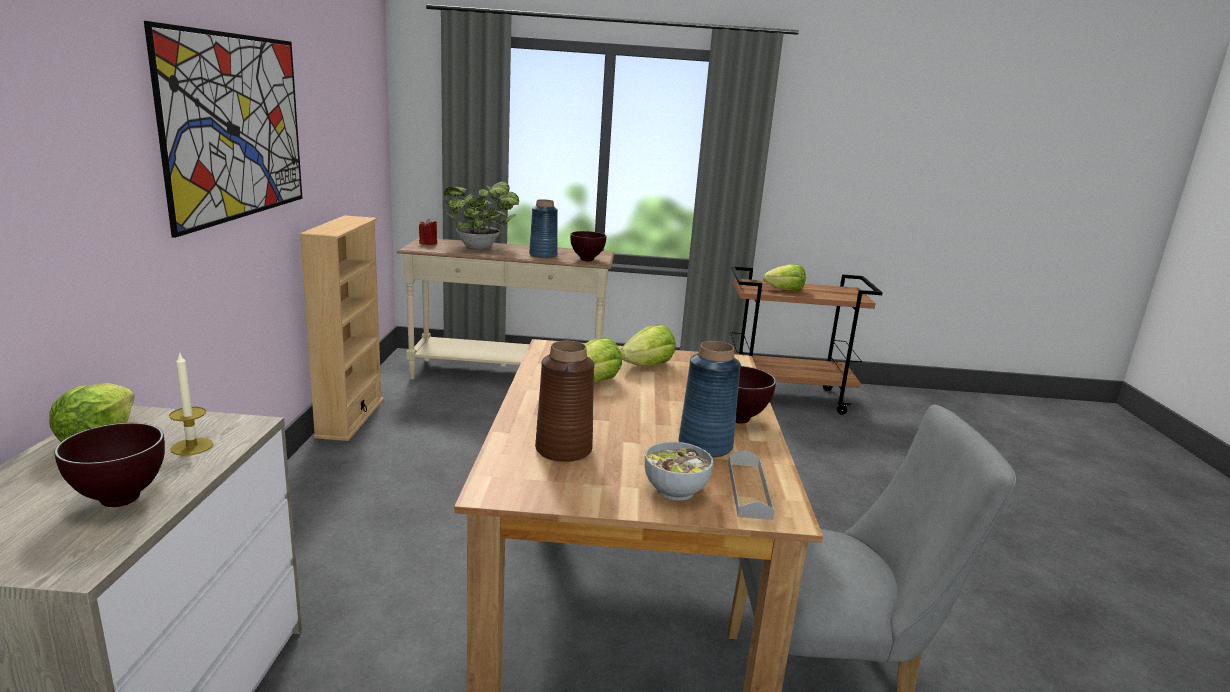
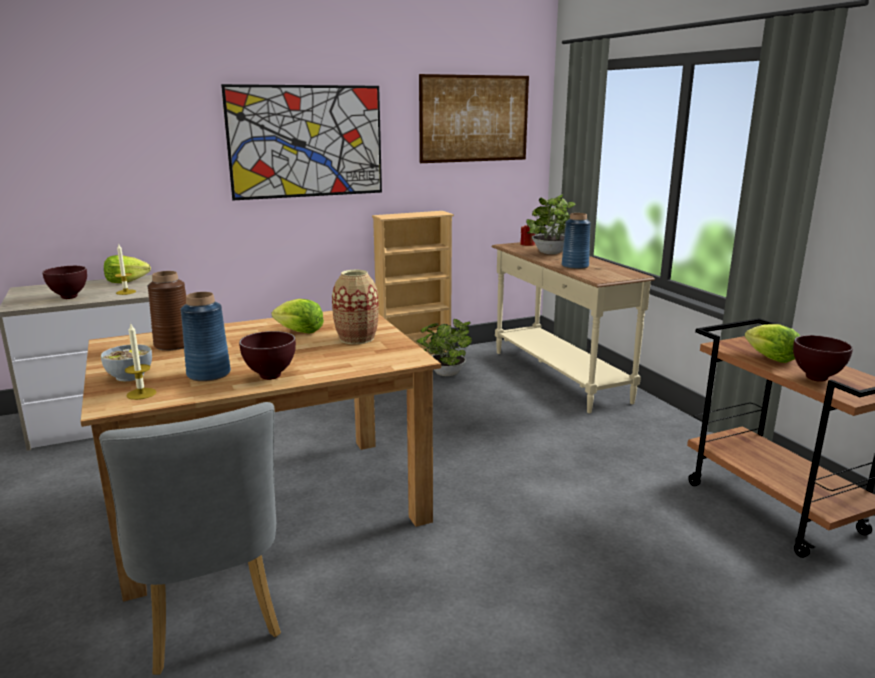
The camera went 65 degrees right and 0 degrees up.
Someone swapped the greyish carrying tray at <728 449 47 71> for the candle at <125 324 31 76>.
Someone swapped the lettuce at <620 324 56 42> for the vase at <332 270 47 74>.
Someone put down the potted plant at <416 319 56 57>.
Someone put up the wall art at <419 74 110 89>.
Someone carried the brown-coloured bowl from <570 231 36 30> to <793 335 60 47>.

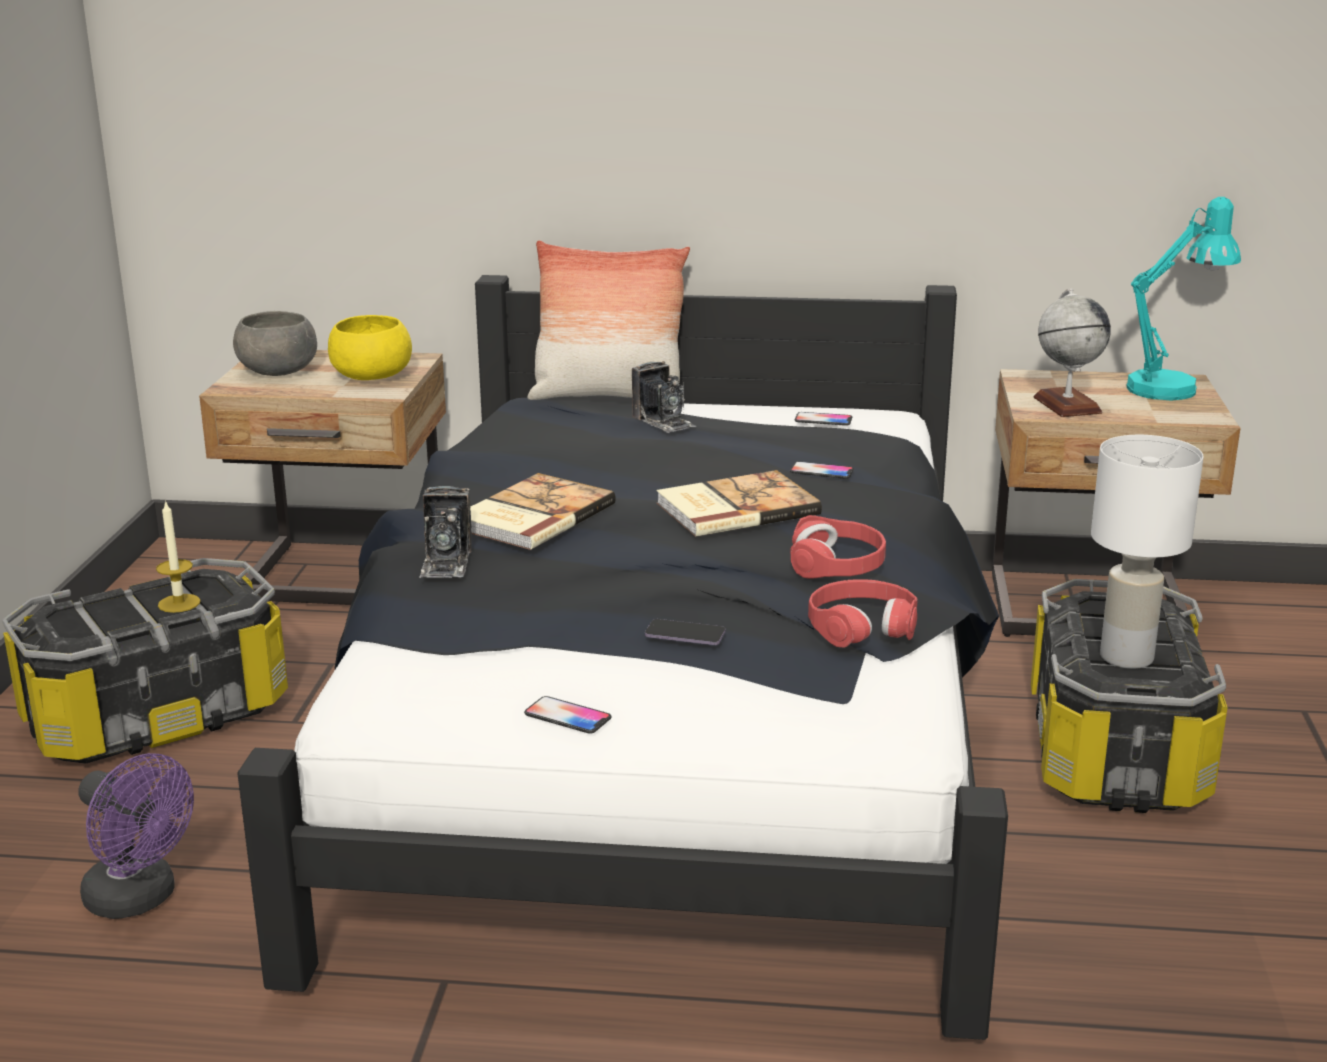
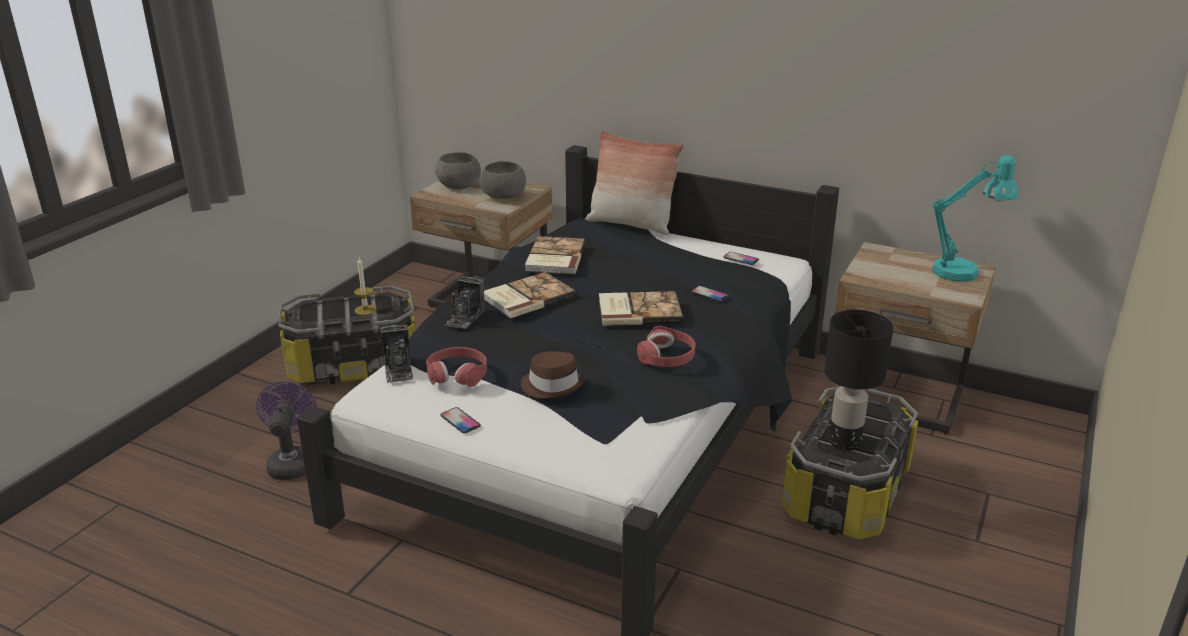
The camera went 20 degrees right and 5 degrees up.
Someone rotated the purple electric fan at <78 753 116 166> by 150 degrees counterclockwise.
Someone carried the still camera from <632 361 64 72> to <380 325 33 58>.
Someone carried the reddish pair of headphones from <808 579 110 68> to <426 347 61 40>.
Someone repainted the yellow bowl at <328 315 84 65>, which became the greyish bowl at <480 161 46 38>.
Someone swapped the telephone at <645 619 80 26> for the brown-coloured wearable hat at <521 351 64 48>.
Someone put down the volume at <525 236 61 38>.
Someone repainted the white-coloured lamp for a table at <1091 435 113 234>, which became the black lamp for a table at <824 310 69 140>.
Someone took away the desk globe at <1033 289 78 128>.

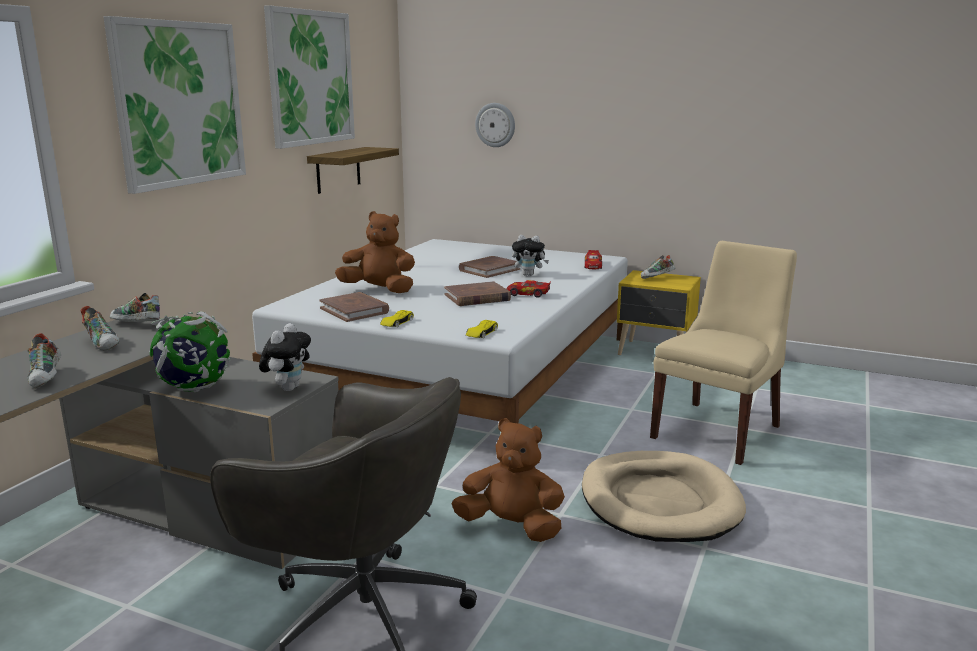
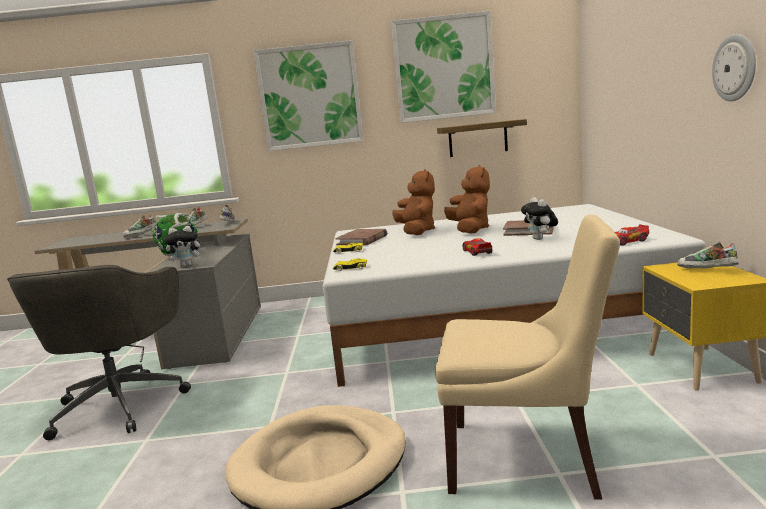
The camera went 65 degrees right and 5 degrees down.
Someone carried the brown-coloured plush toy from <452 418 113 124> to <444 165 46 69>.
Someone carried the clock on the wall from <475 103 40 44> to <712 34 44 67>.
Someone took away the brown-coloured volume at <444 281 67 25>.

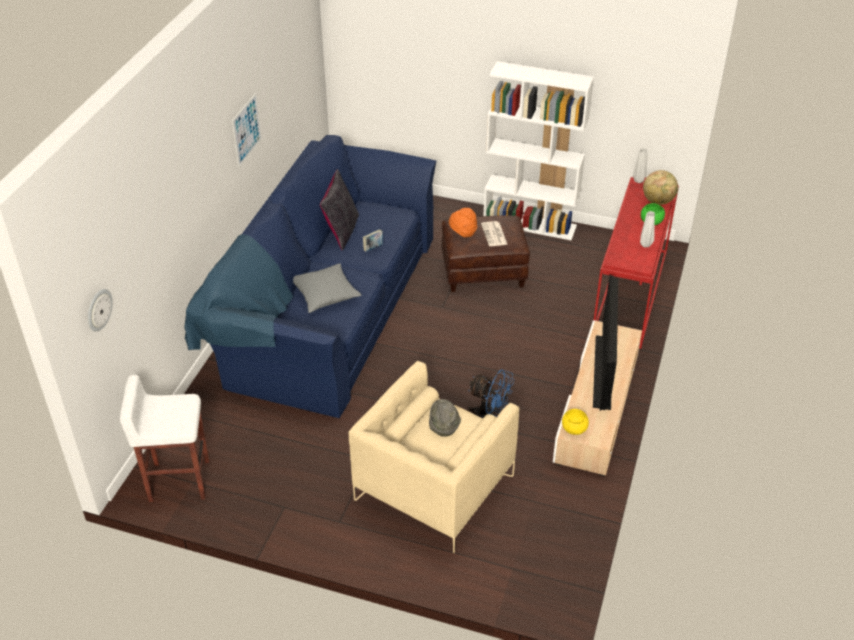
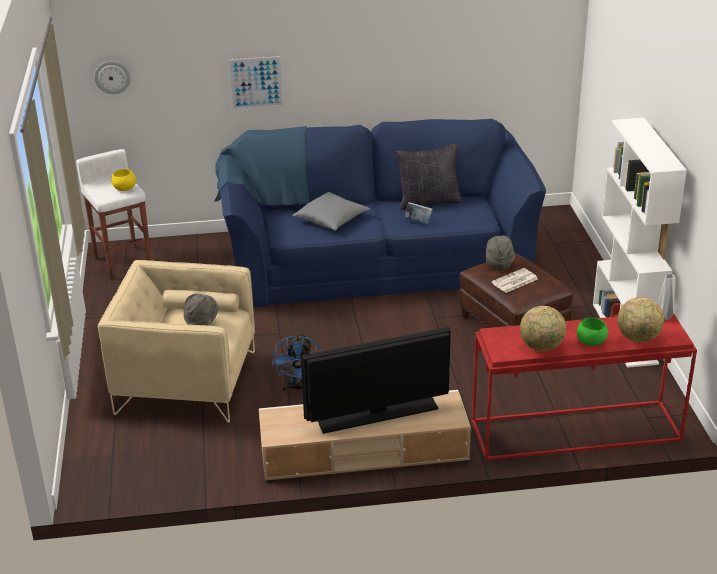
The camera went 65 degrees right and 10 degrees down.
Someone carried the yellow bowl from <562 409 27 26> to <111 169 25 22>.
Someone carried the wall art from <232 93 30 74> to <228 56 56 54>.
Someone repainted the orange-coloured wearable hat at <449 208 28 29>, which became the greyish wearable hat at <486 235 29 35>.
Someone swapped the greyish vase at <640 211 15 36> for the desk globe at <520 306 46 45>.

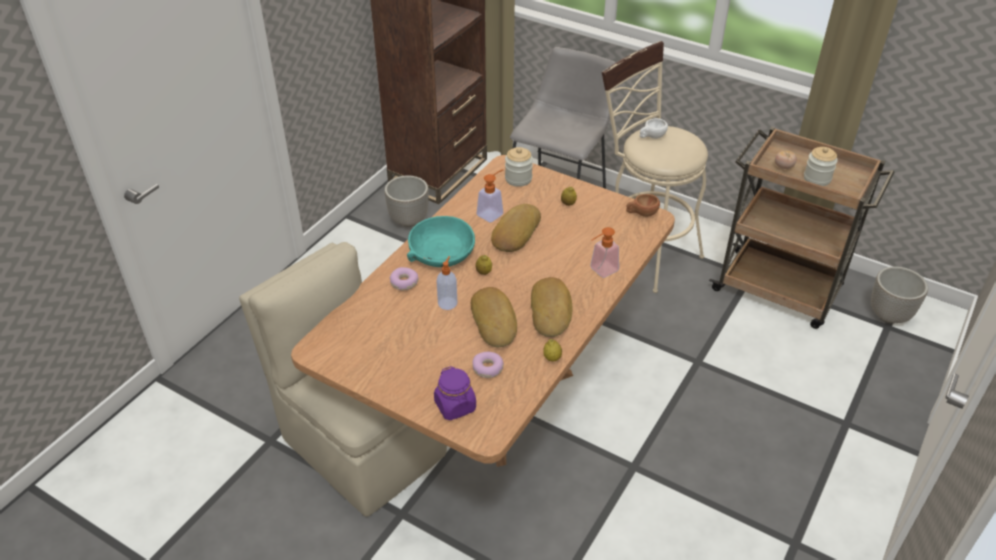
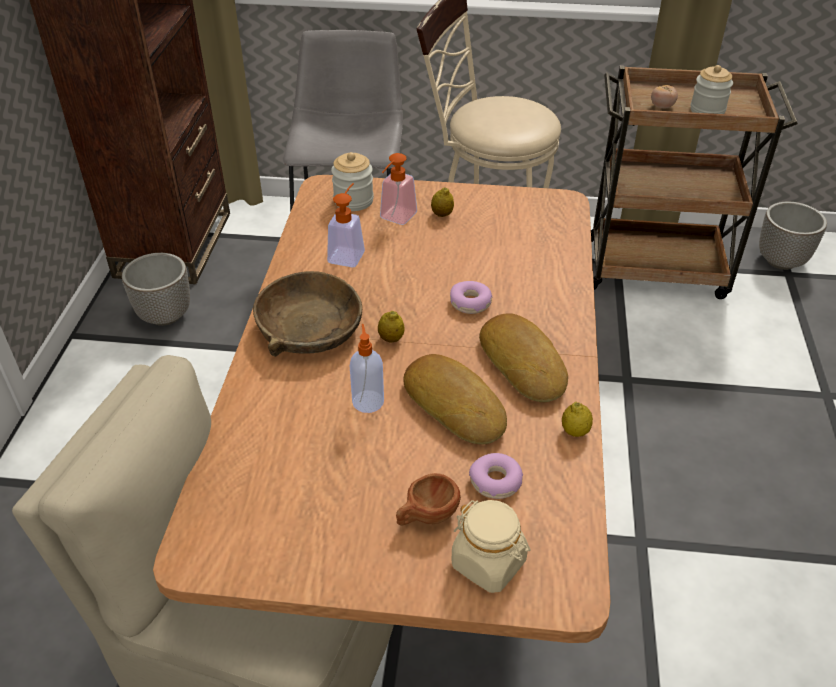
The camera went 25 degrees left and 0 degrees up.
Someone repainted the blue-green bowl at <407 216 68 51>, which became the brown-coloured bowl at <253 271 109 86>.
Someone carried the soap bottle from <590 227 29 51> to <380 153 37 72>.
Someone carried the brown-coloured cup from <626 194 34 23> to <396 473 65 53>.
Someone carried the doughnut from <390 267 29 23> to <450 281 43 33>.
Someone repainted the purple jar at <434 366 42 54>, which became the sand-coloured jar at <452 500 78 93>.
Someone took away the bread at <491 204 50 48>.
Someone took away the white-coloured cup at <640 118 28 21>.

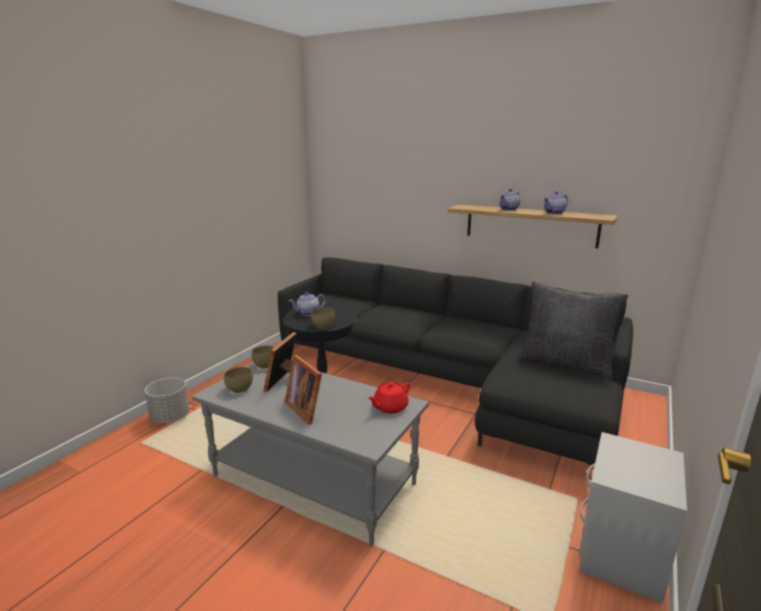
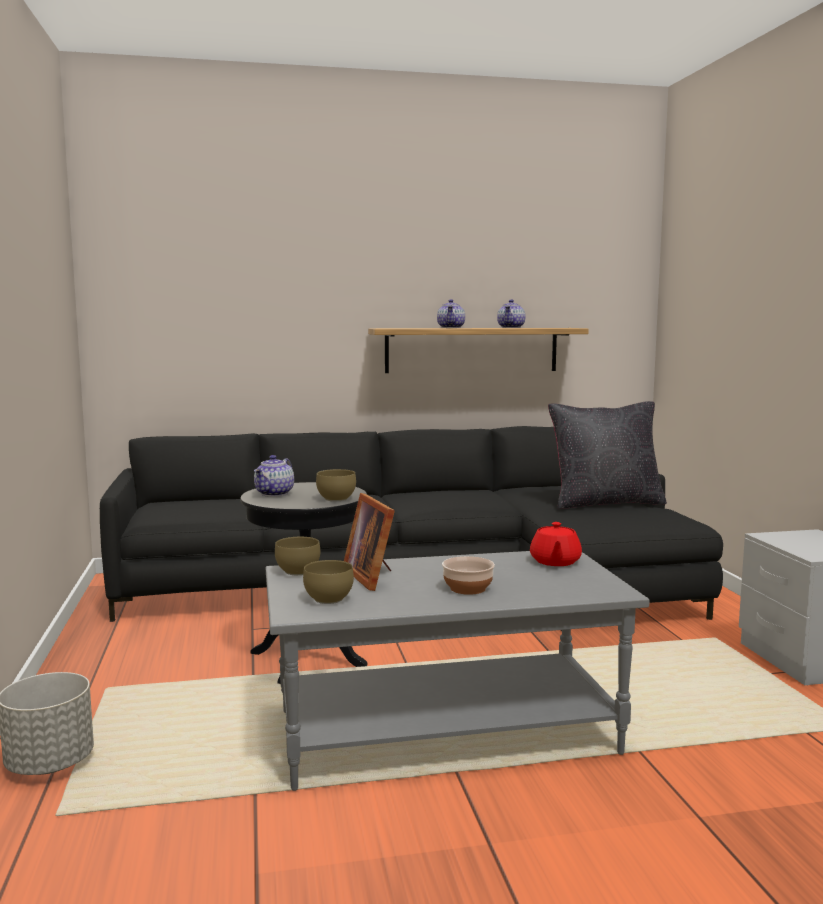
The camera went 40 degrees left and 10 degrees down.
Someone swapped the standing frame at <284 355 38 69> for the bowl at <442 556 53 39>.

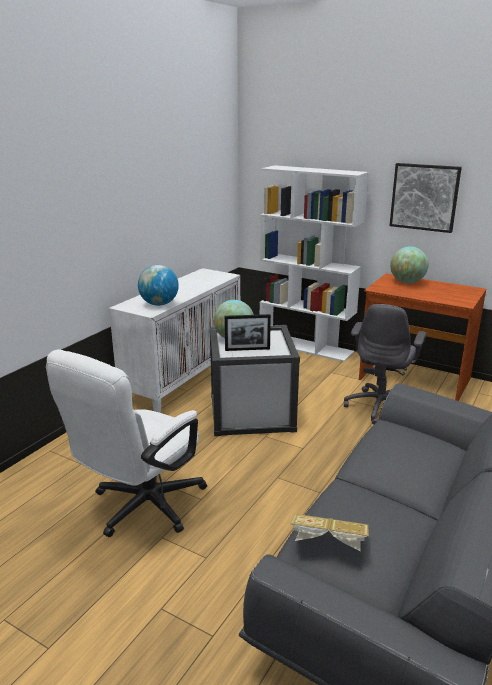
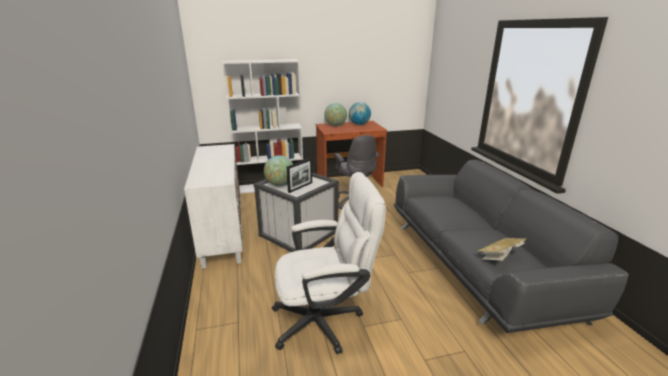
The camera went 45 degrees left and 0 degrees up.
Someone rotated the white-coloured office chair at <46 349 161 188> by 90 degrees counterclockwise.
Someone carried the desk globe from <138 265 41 41> to <349 102 22 23>.
Someone took away the wall art at <389 163 73 70>.

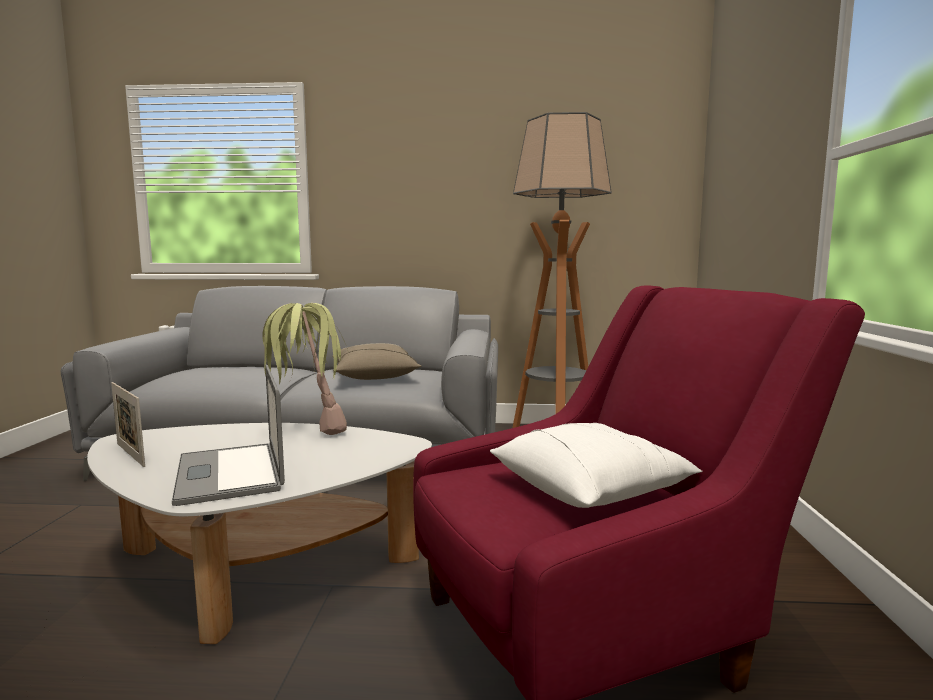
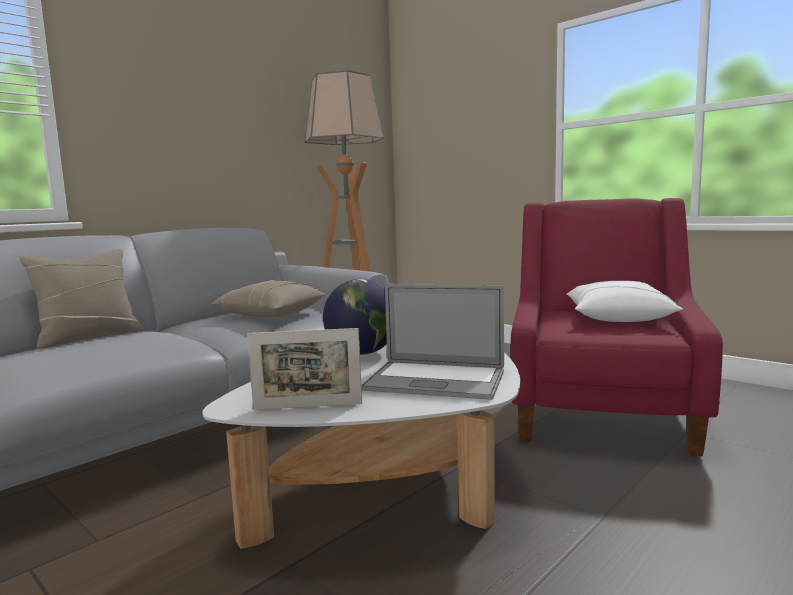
The camera went 50 degrees left and 0 degrees up.
Someone put down the sand-coloured throw pillow at <19 249 124 100>.
Someone swapped the potted plant at <262 303 86 132> for the desk globe at <323 279 64 76>.

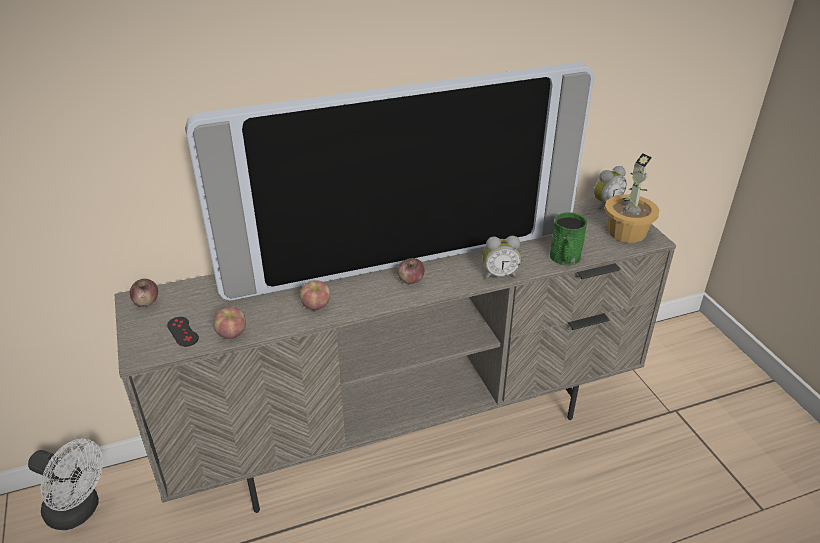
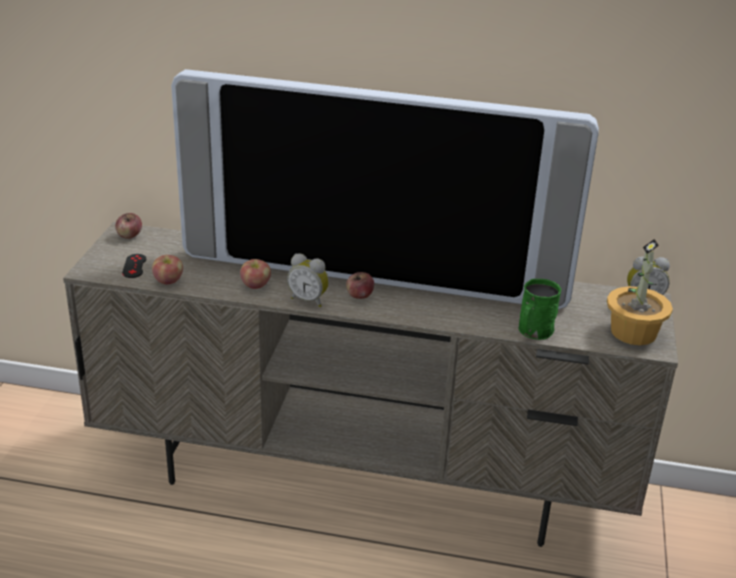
The camera went 30 degrees right and 5 degrees down.
Someone carried the alarm clock from <483 236 38 43> to <287 253 42 54>.
Someone took away the white-coloured electric fan at <28 439 75 91>.

